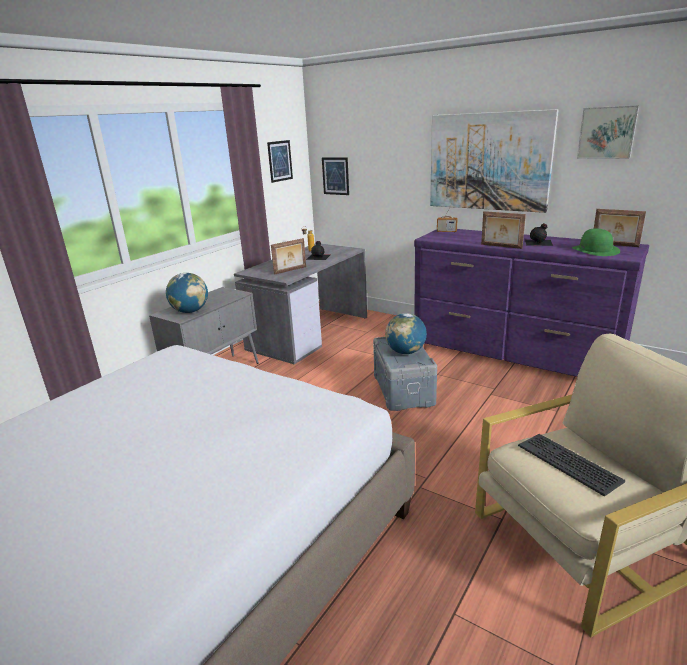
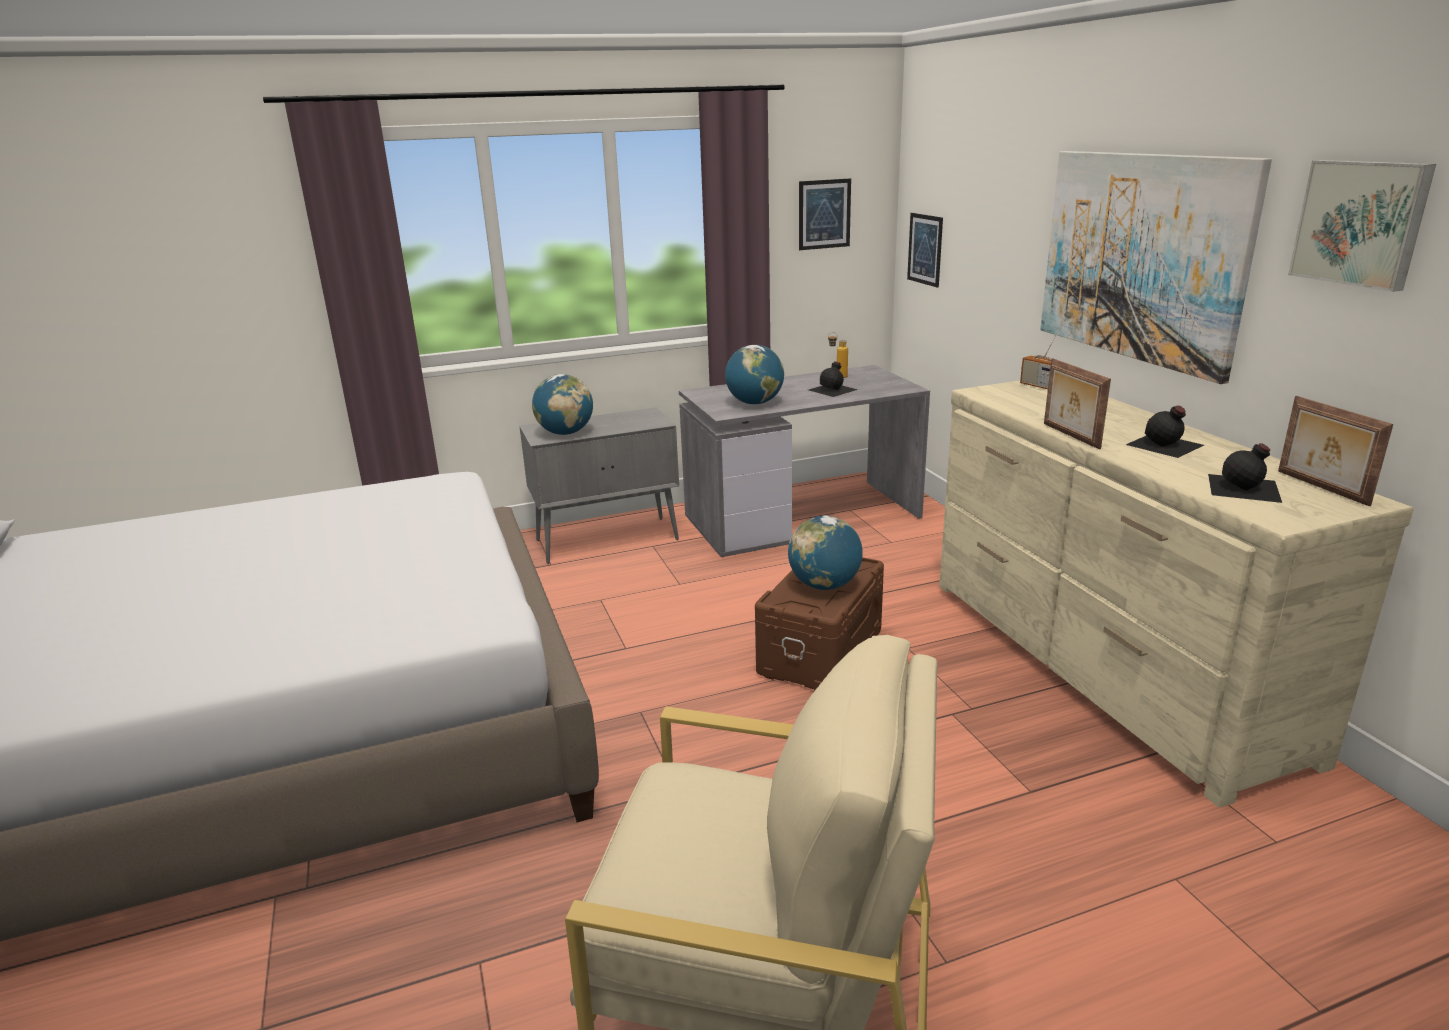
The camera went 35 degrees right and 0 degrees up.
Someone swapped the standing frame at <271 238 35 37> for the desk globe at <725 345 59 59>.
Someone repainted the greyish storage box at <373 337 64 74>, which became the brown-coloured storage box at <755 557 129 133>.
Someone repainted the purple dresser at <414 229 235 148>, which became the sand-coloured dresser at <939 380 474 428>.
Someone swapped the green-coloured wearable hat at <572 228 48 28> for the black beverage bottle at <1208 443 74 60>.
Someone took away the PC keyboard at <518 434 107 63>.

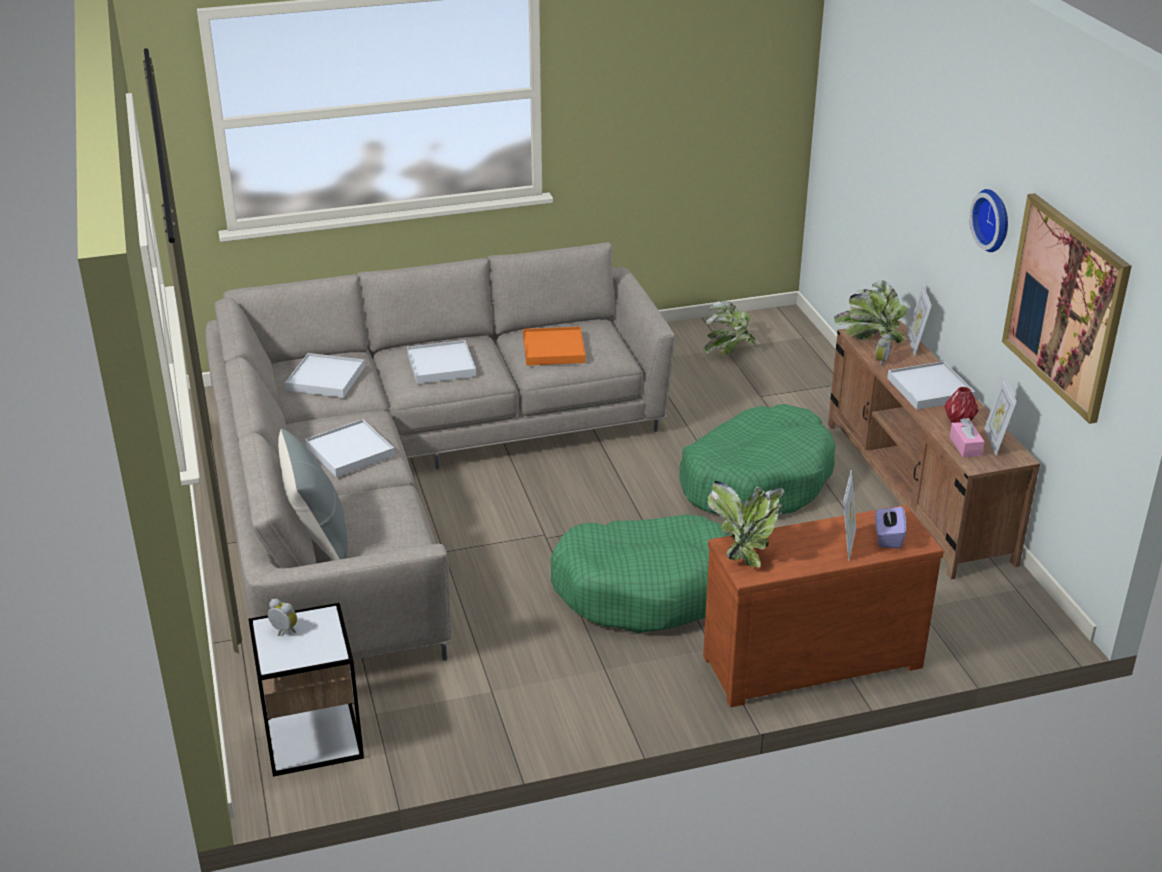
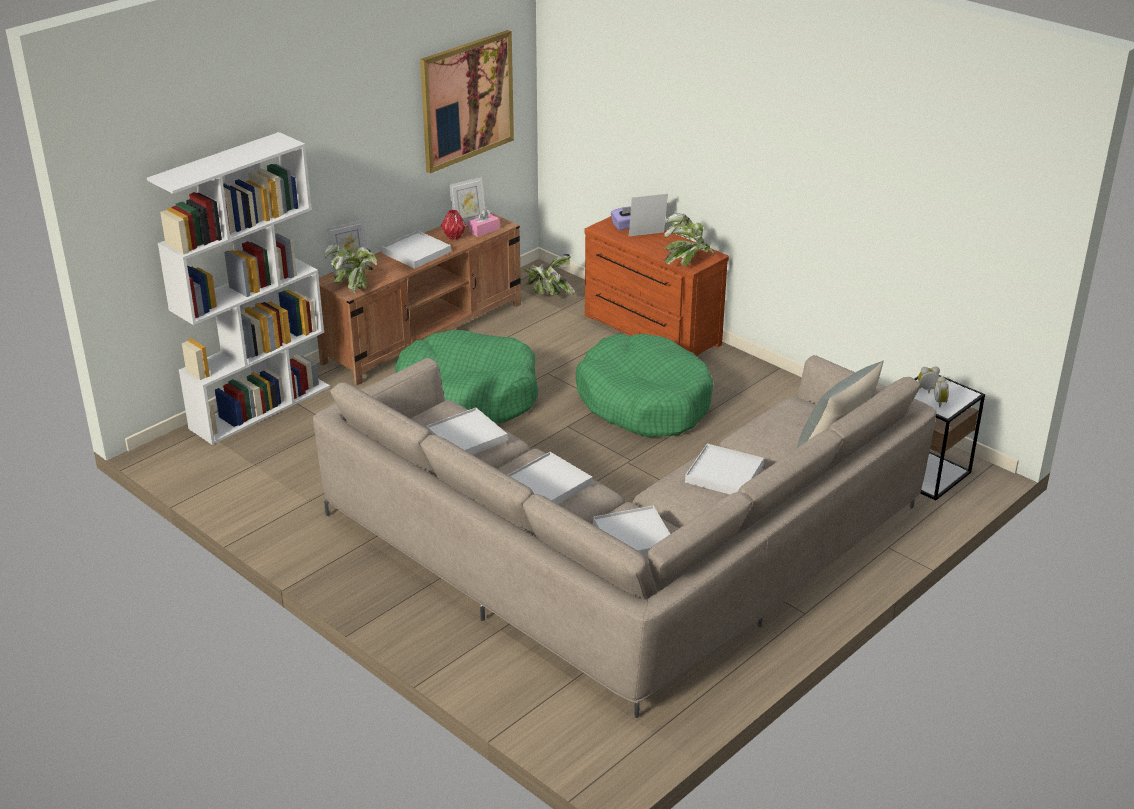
The camera went 120 degrees left and 0 degrees up.
Someone put down the white-coloured shelving unit at <147 132 183 313>.
Someone repainted the orange-coloured carrying tray at <523 327 63 39>, which became the white-coloured carrying tray at <426 407 82 48>.
Someone carried the potted plant from <704 301 54 55> to <524 254 51 42>.
Someone carried the alarm clock from <874 334 18 32> to <918 367 22 26>.
Someone took away the clock on the wall at <969 189 39 63>.

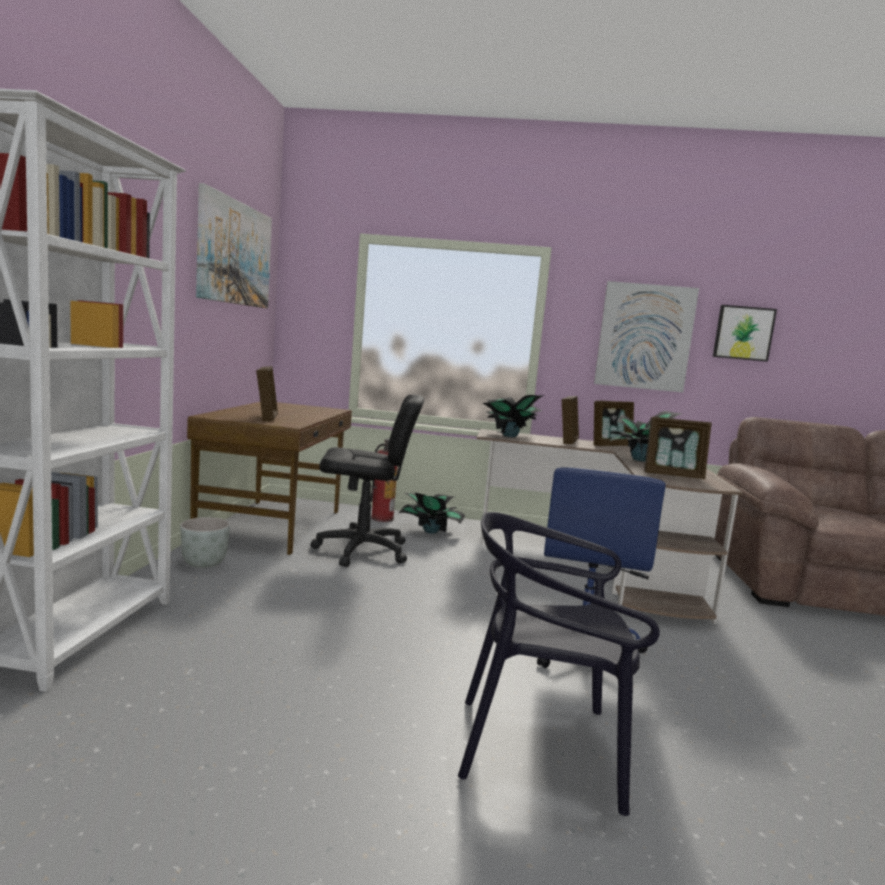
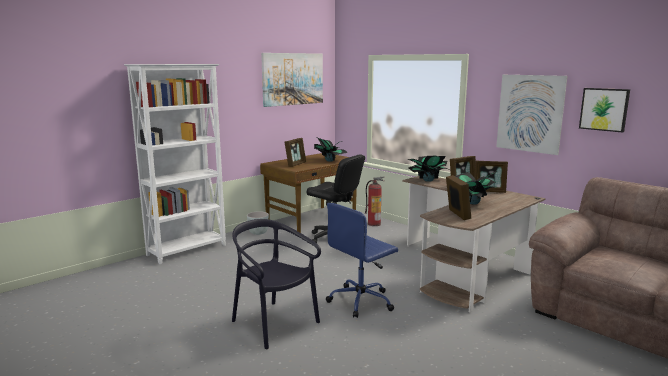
The camera went 40 degrees right and 5 degrees up.
Someone carried the potted plant from <399 492 66 41> to <314 137 34 25>.
Someone rotated the standing frame at <644 417 68 62> by 150 degrees counterclockwise.

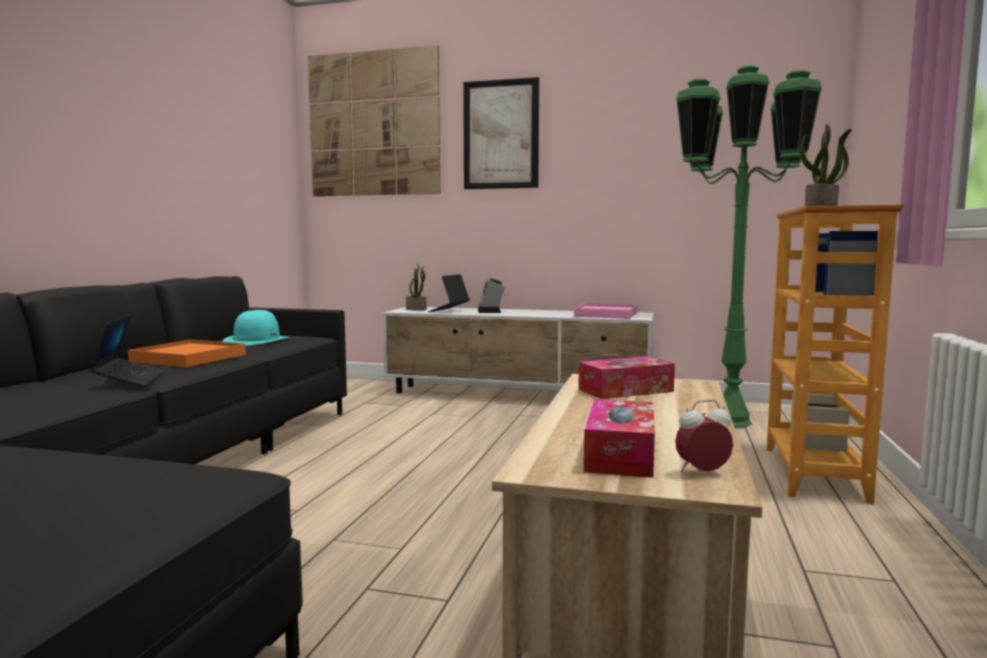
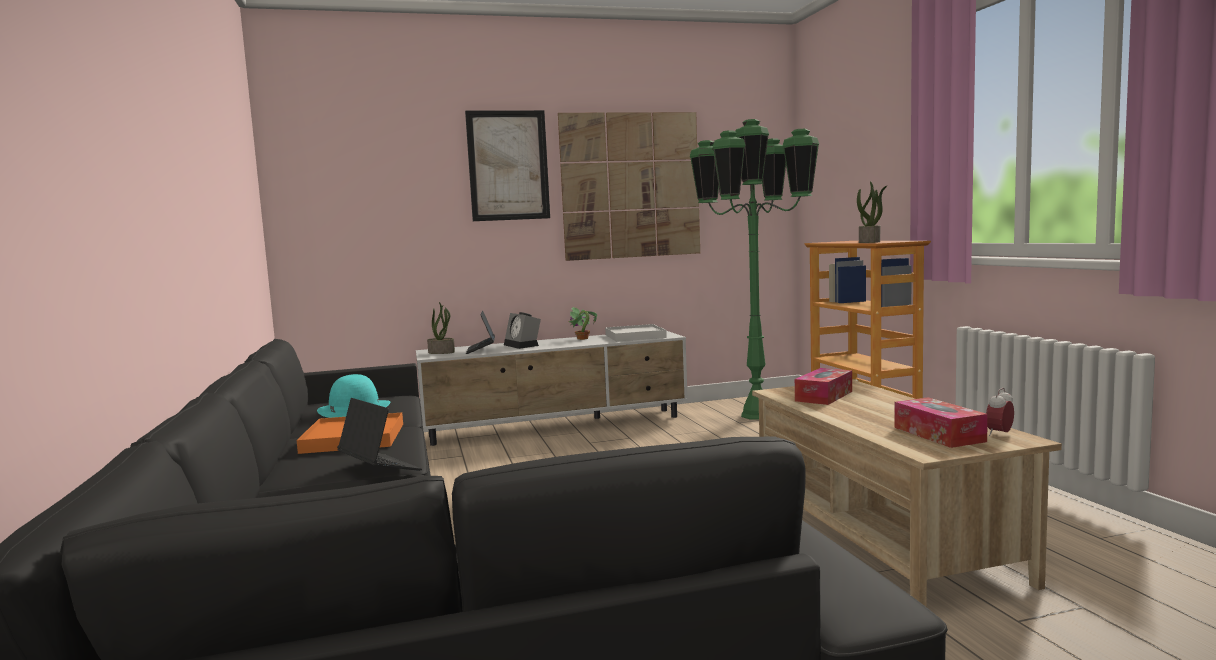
The camera went 30 degrees left and 0 degrees up.
Someone carried the wall art from <308 45 132 151> to <558 112 142 149>.
Someone put down the potted plant at <568 307 29 33>.
Someone repainted the pink-coloured carrying tray at <574 303 63 16>, which became the white-coloured carrying tray at <605 324 62 18>.

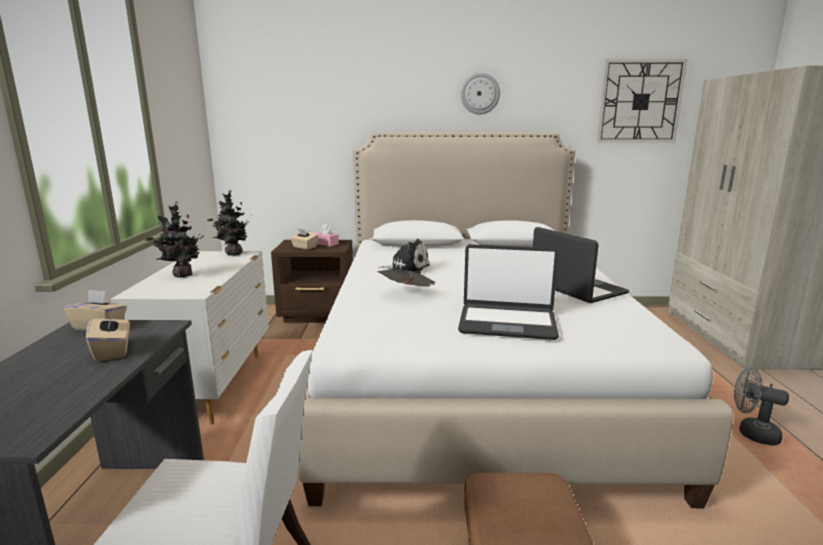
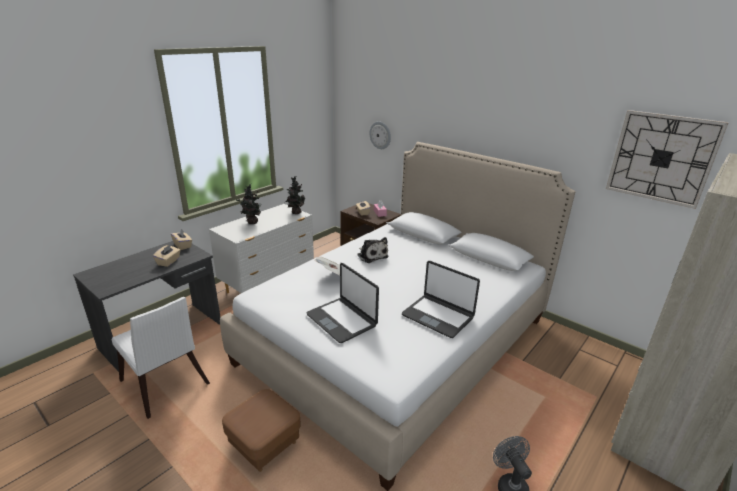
The camera went 40 degrees right and 10 degrees up.
Someone carried the clock on the wall from <461 73 39 41> to <369 121 22 28>.
Someone rotated the portable computer at <533 227 96 76> by 120 degrees clockwise.

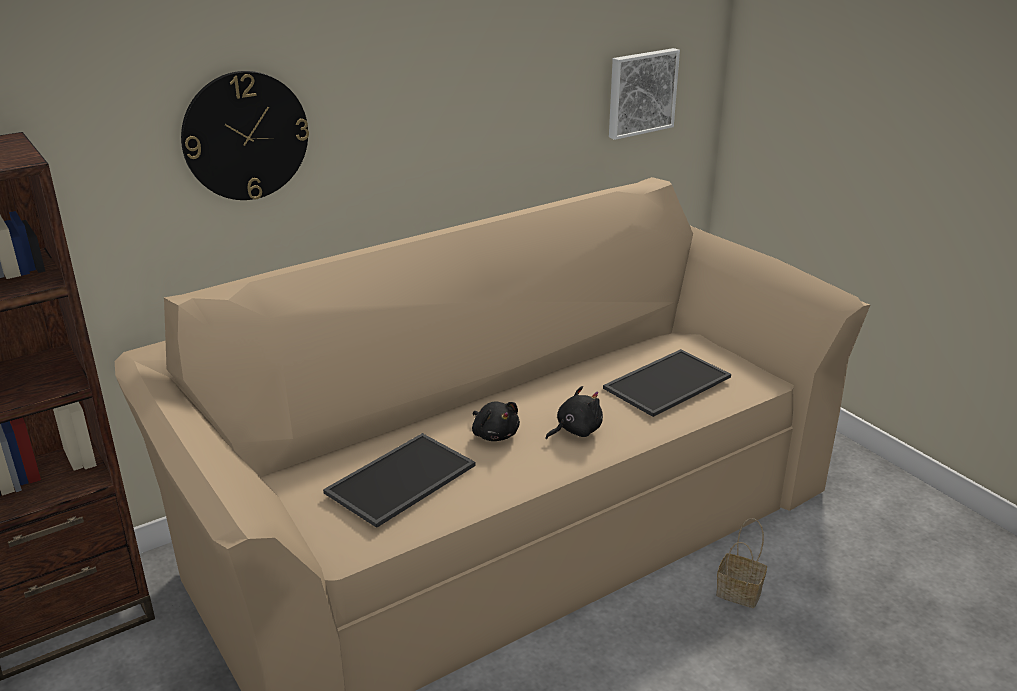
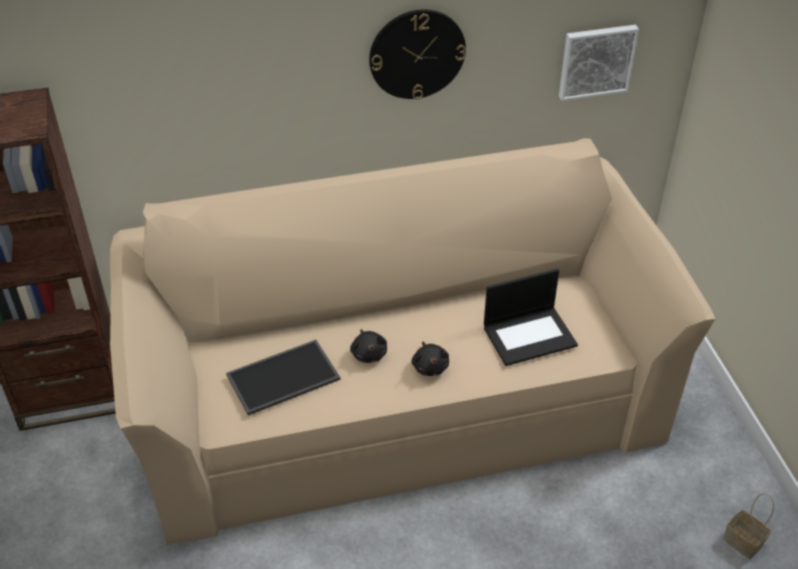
The camera went 20 degrees right and 15 degrees up.
Someone carried the clock on the wall from <181 71 128 129> to <369 9 97 91>.
Someone rotated the black plush toy at <546 386 57 53> by 90 degrees clockwise.
Someone swapped the carrying tray at <603 349 128 68> for the portable computer at <484 269 94 97>.
Someone carried the storage basket from <716 518 51 90> to <723 493 51 66>.

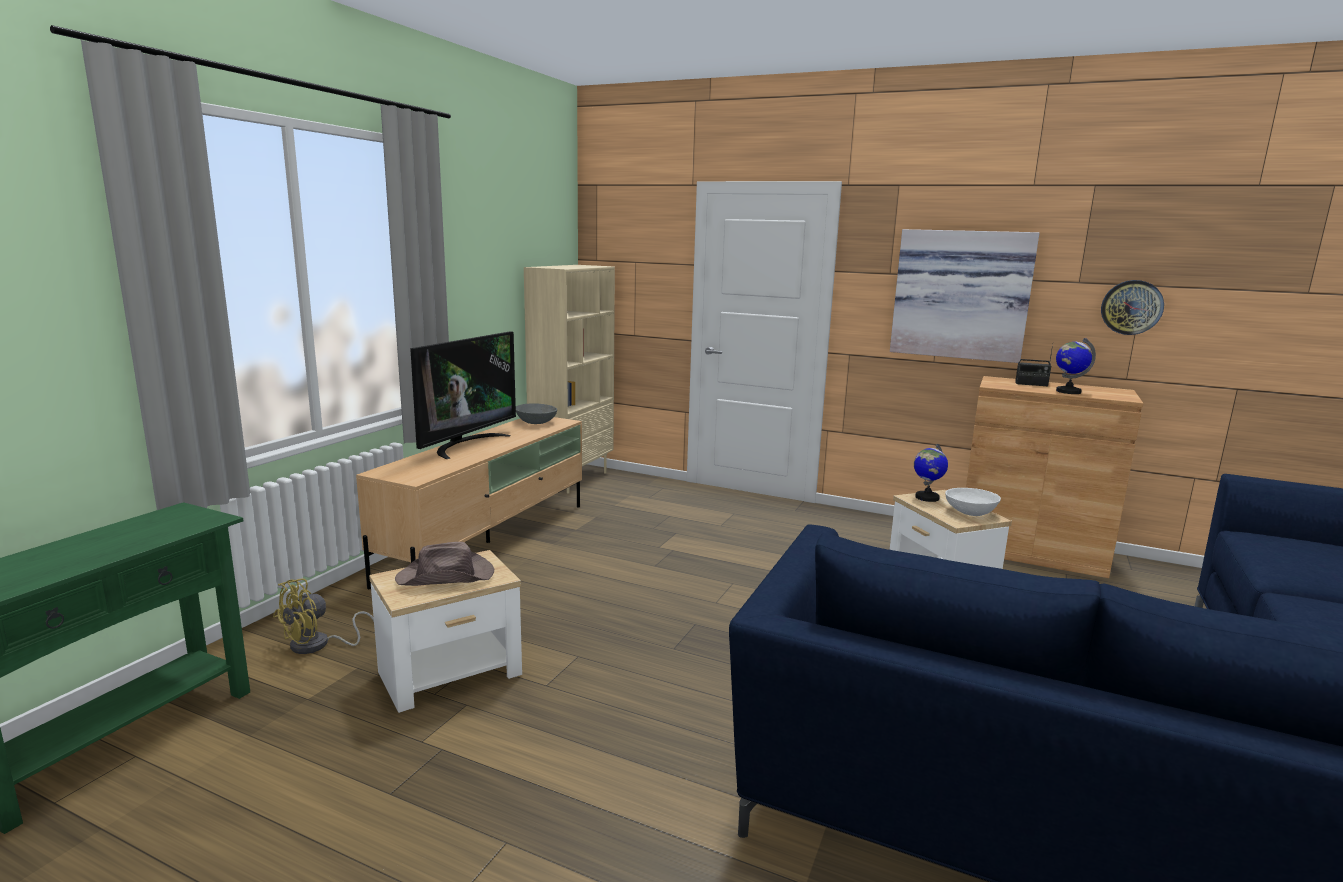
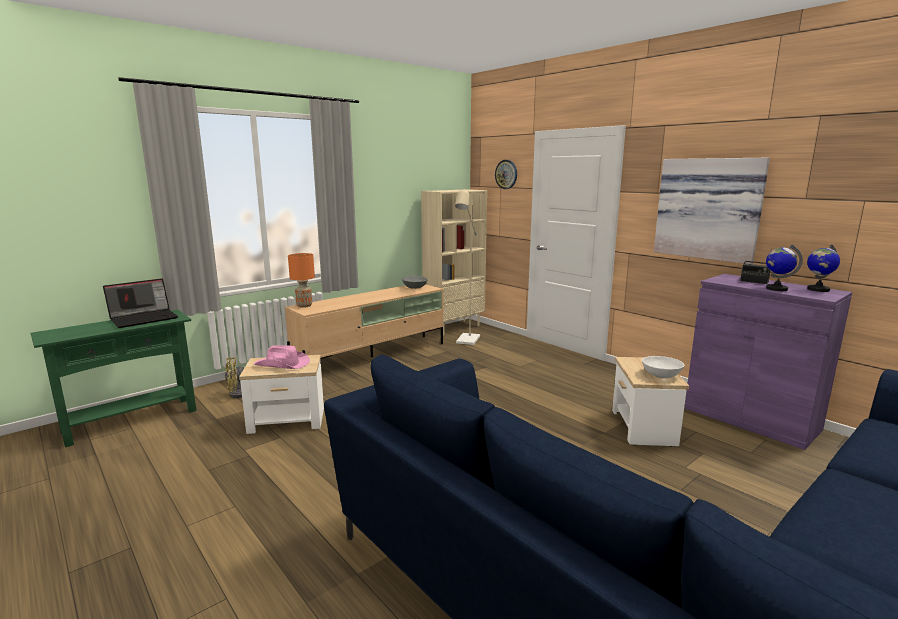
The camera went 25 degrees right and 0 degrees up.
Someone put down the portable computer at <103 278 75 50>.
Someone repainted the brown-coloured wearable hat at <395 542 99 44>, which became the pink-coloured wearable hat at <254 345 56 24>.
Someone put down the orange-coloured lamp for a table at <288 253 27 55>.
Someone put down the sand-coloured floor lamp at <455 188 25 157>.
Someone carried the clock on the wall from <1101 280 63 55> to <495 160 22 29>.
Someone repainted the brown-coloured cupboard at <966 376 177 202>, which became the purple cupboard at <684 274 168 176>.
Someone carried the desk globe from <914 443 34 59> to <807 244 33 48>.
Someone took away the television at <410 331 106 128>.

